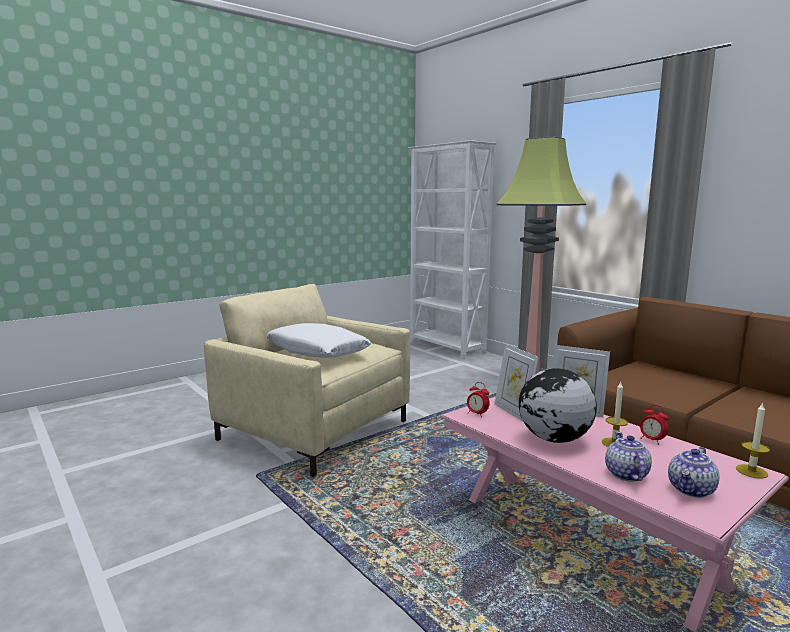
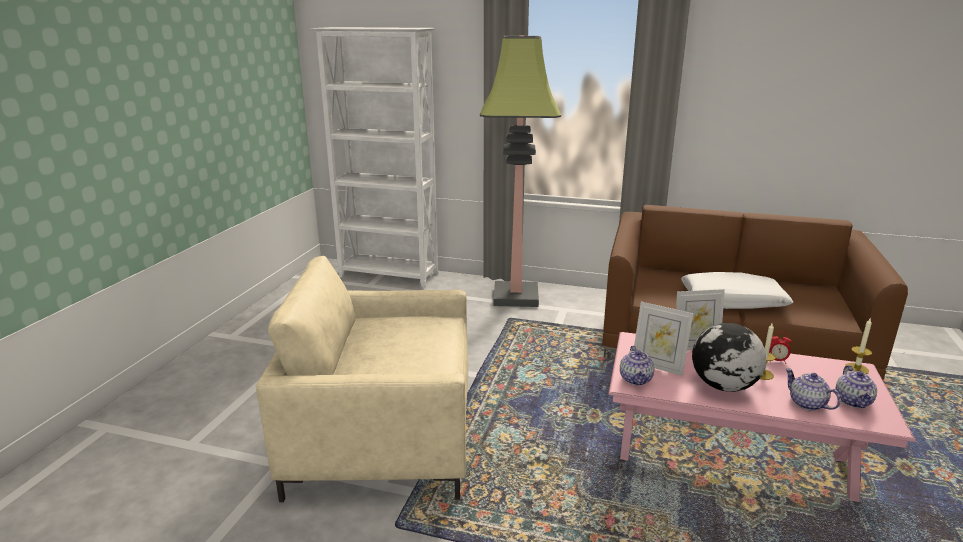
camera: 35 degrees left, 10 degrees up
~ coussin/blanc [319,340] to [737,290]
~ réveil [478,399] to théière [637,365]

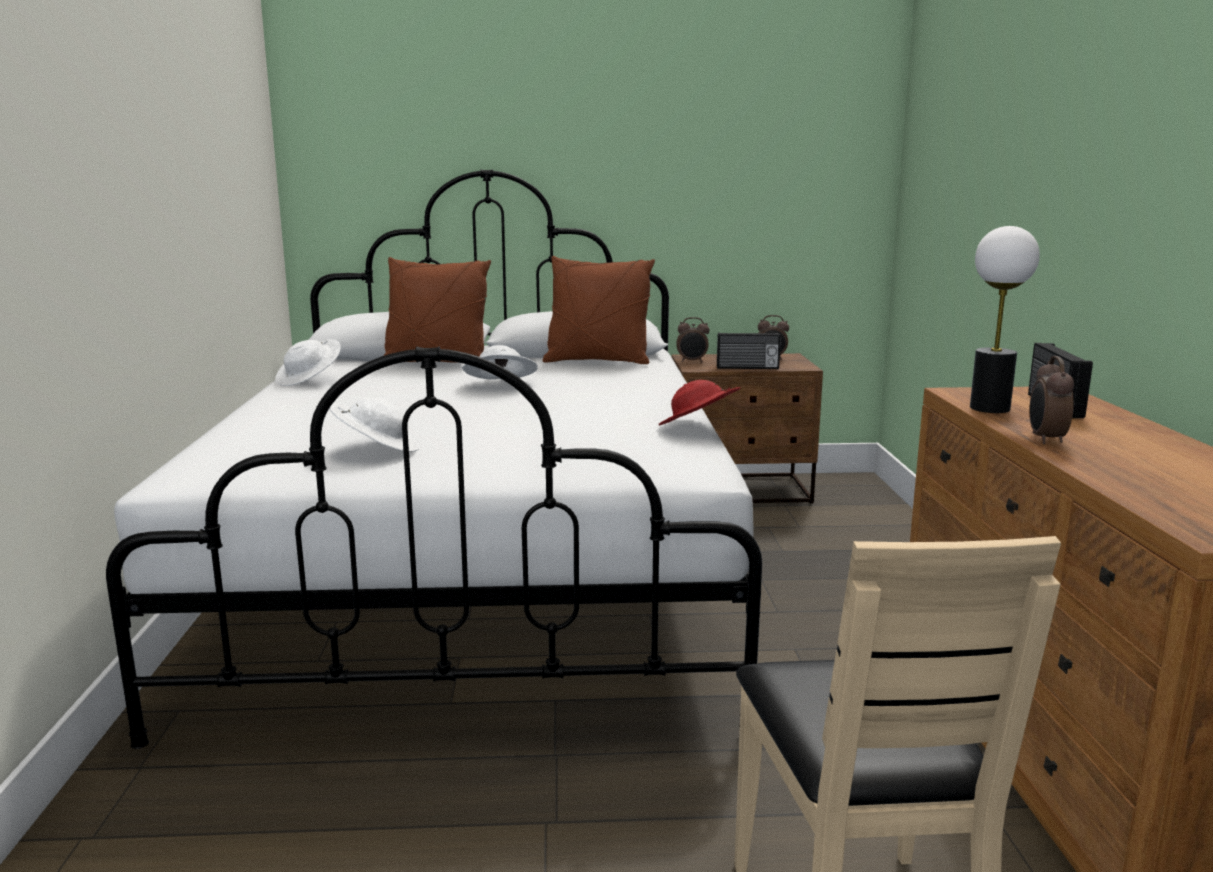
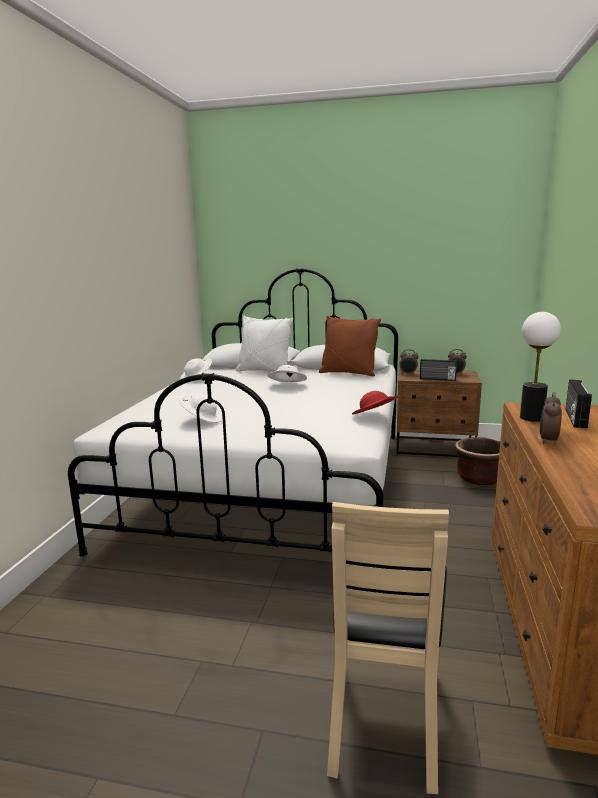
camera: 15 degrees right, 0 degrees up
~ coussin/marron [437,310] to coussin/blanc [264,344]
+ cache-pot/marron [477,461]

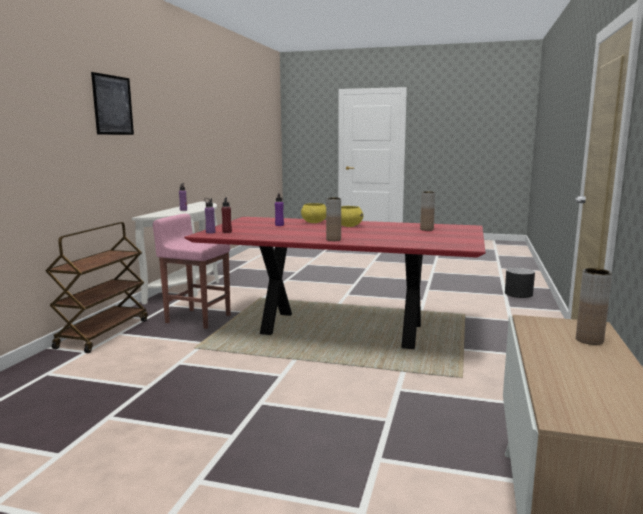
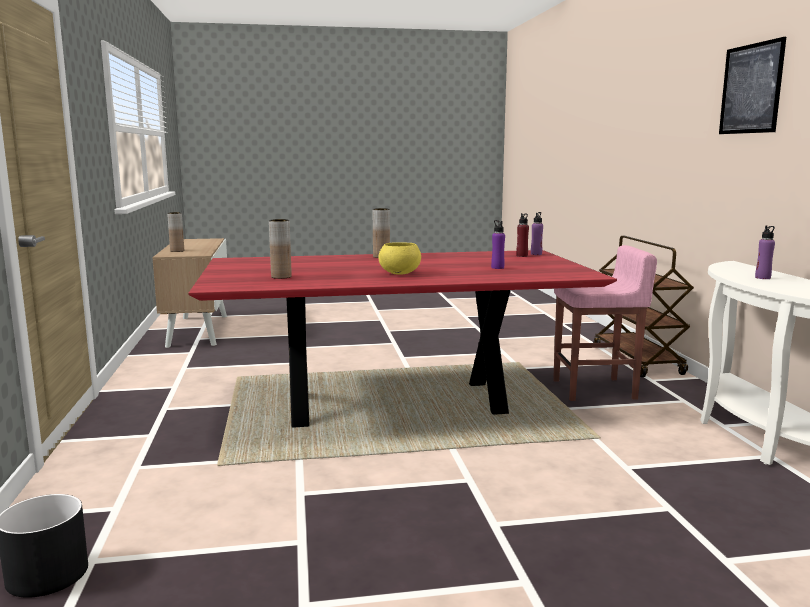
camera: 155 degrees right, 0 degrees up
- bol/jaune [313,213]

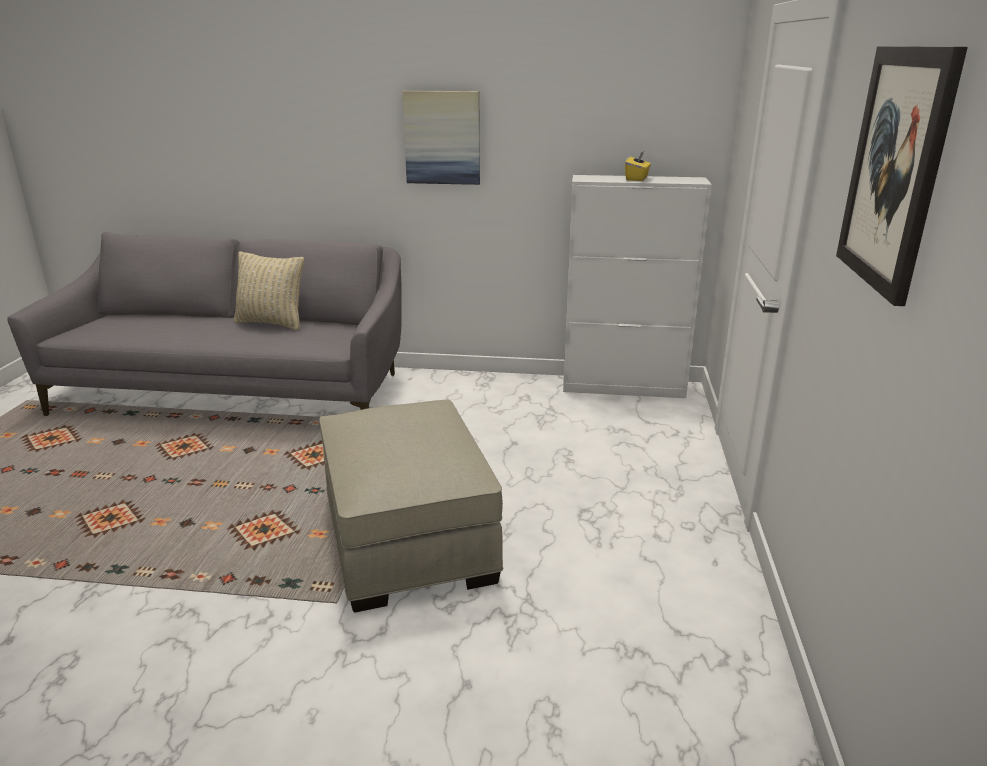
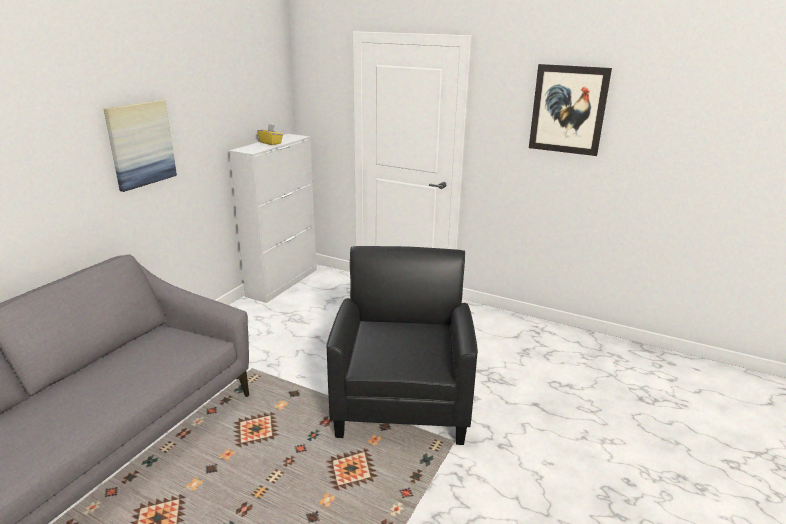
camera: 70 degrees left, 0 degrees up
- coussin/beige [269,291]
~ pouf/beige [411,505] to fauteuil/noir [402,345]

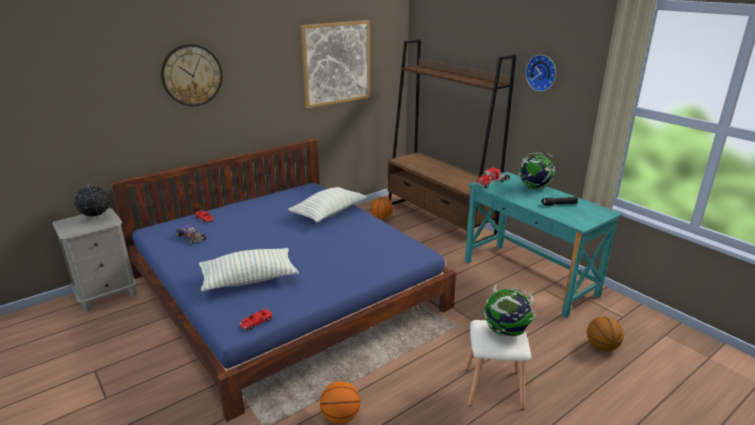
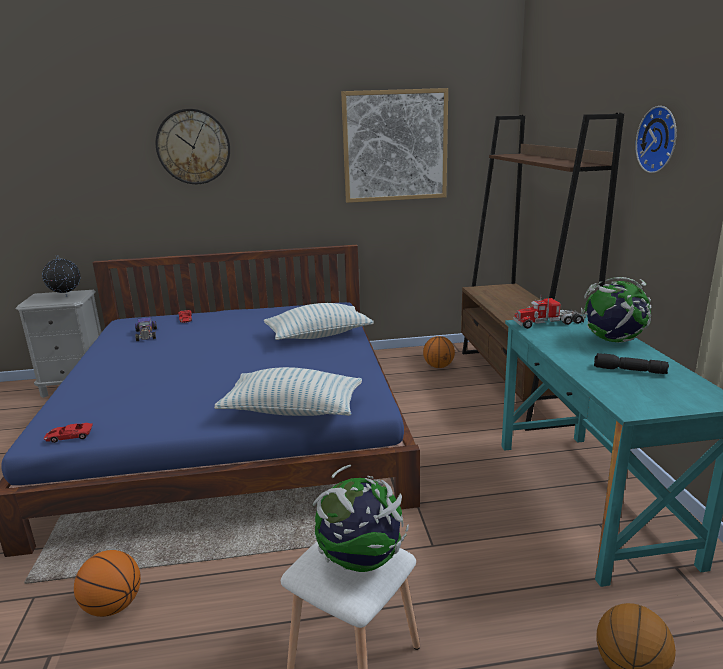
camera: 30 degrees right, 5 degrees down
~ coussin [249,270] to [288,391]

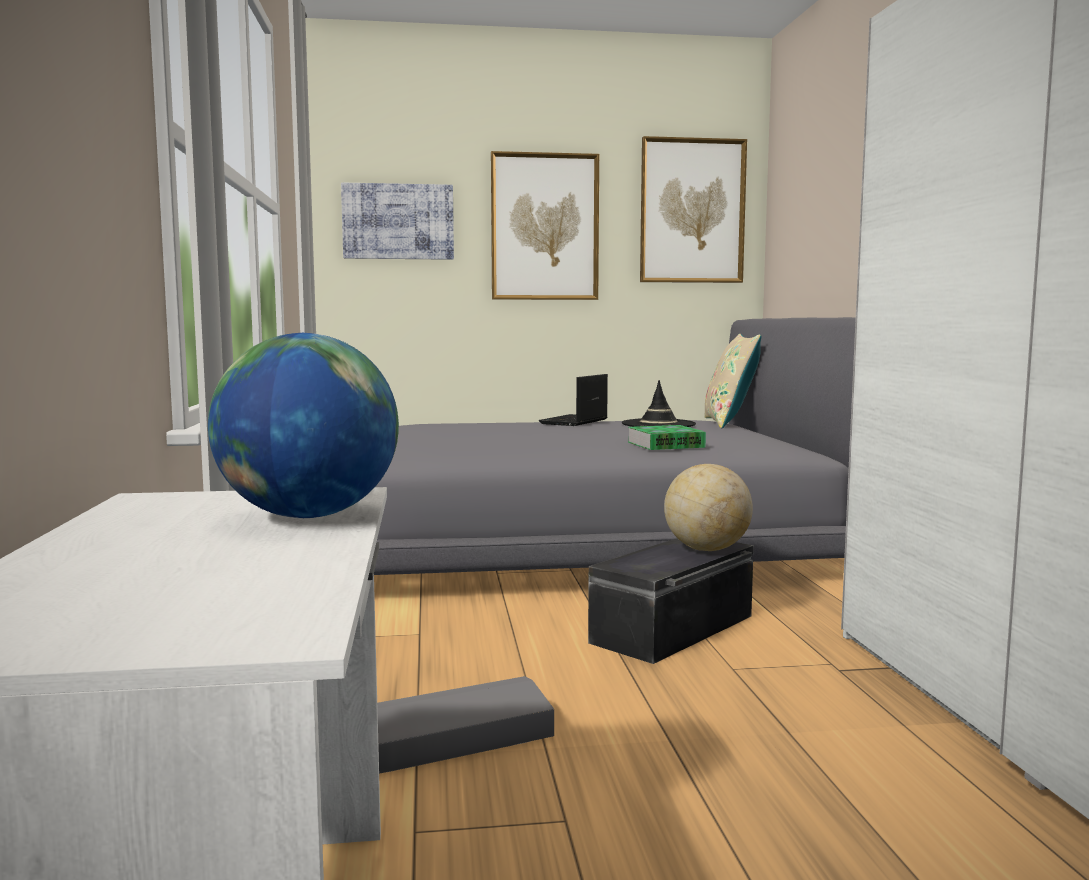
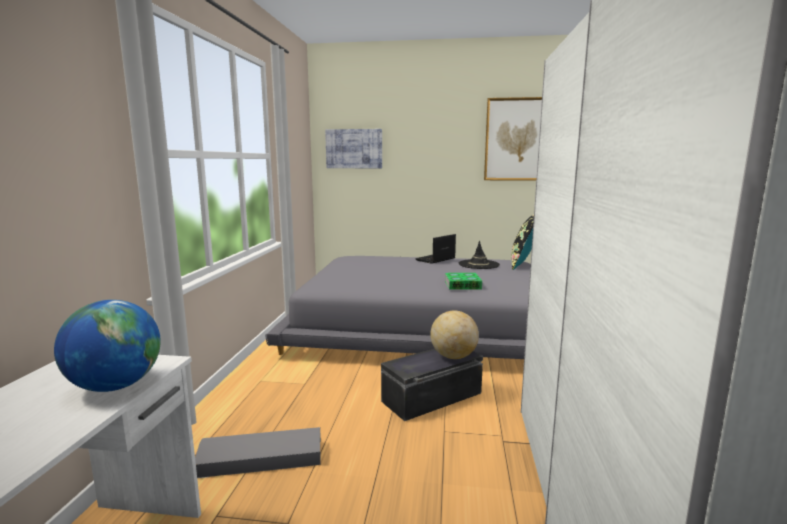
camera: 15 degrees right, 5 degrees up
- tableau [545,225]
~ coussin/beige [733,381] to coussin/noir [522,242]

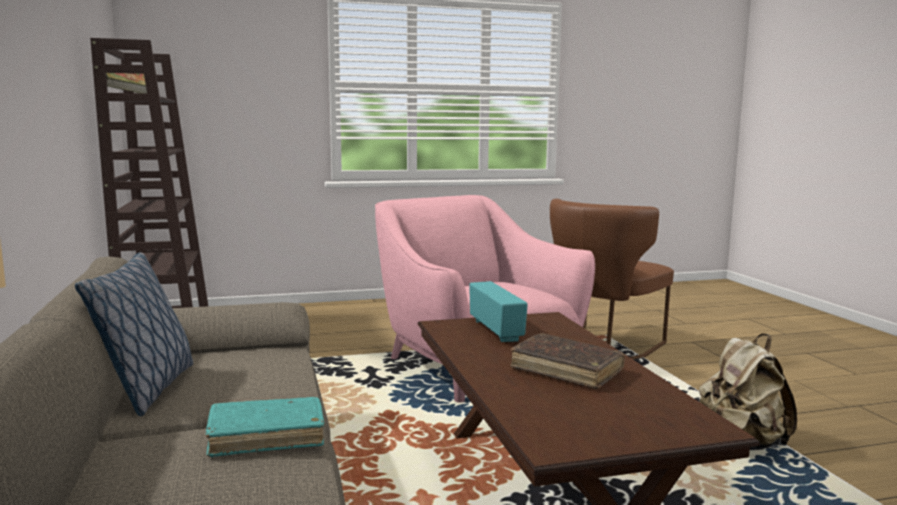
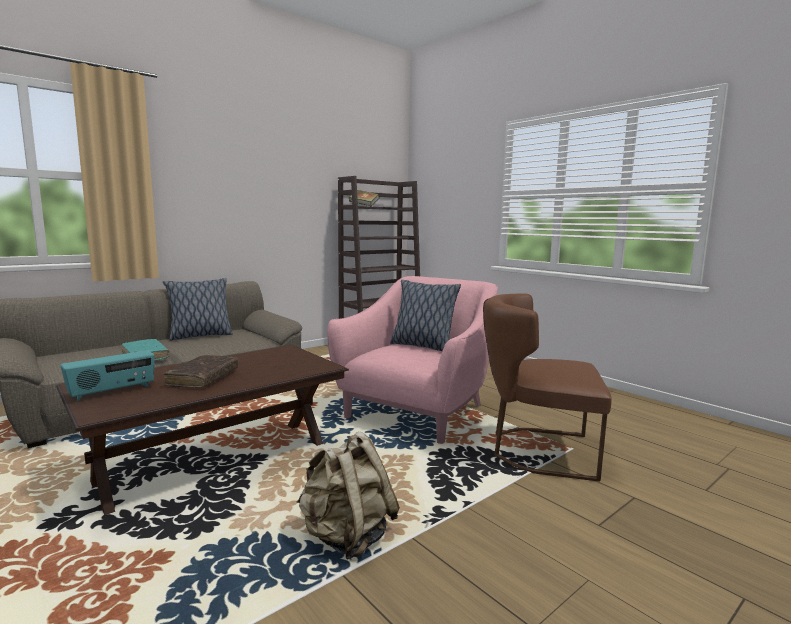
camera: 65 degrees right, 0 degrees up
~ radio [498,311] to [107,375]
+ coussin [425,315]

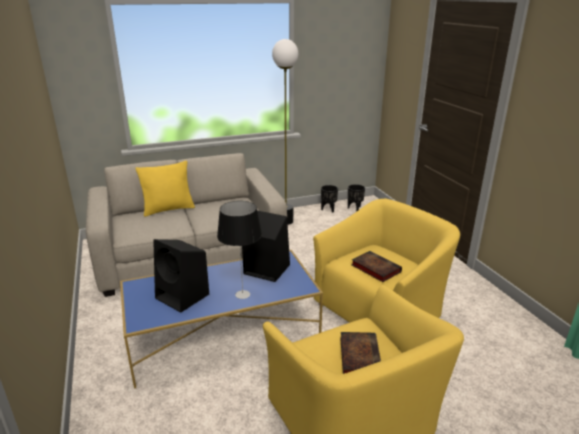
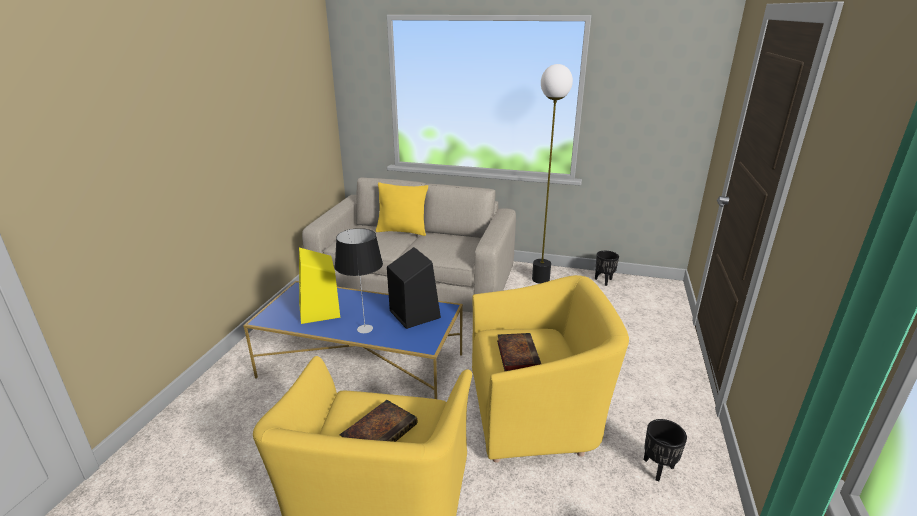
camera: 35 degrees right, 0 degrees up
~ enceinte/noir [181,276] to enceinte/jaune [319,286]
~ cache-pot/noir [356,198] to [665,450]

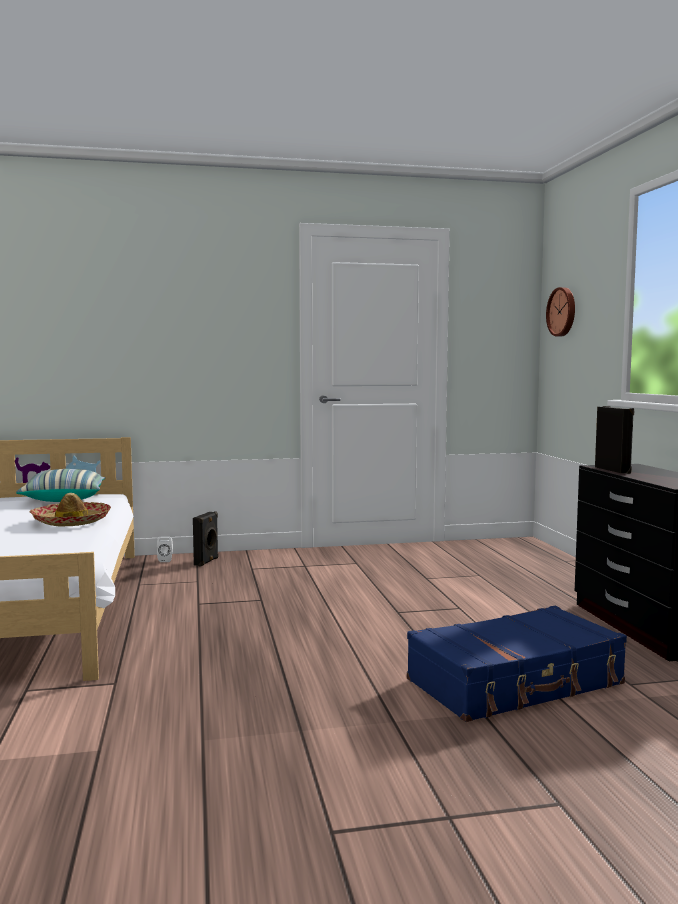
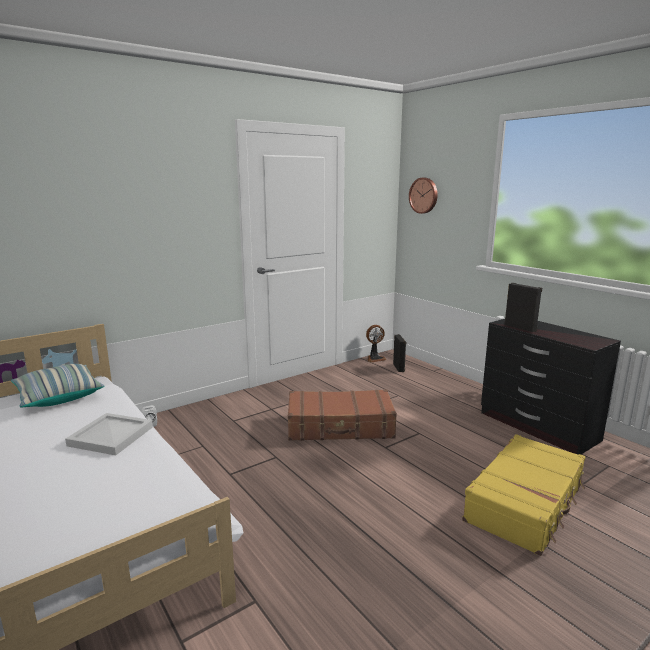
camera: 25 degrees left, 10 degrees up
~ chapeau [70,510] to plateau/blanc [109,434]
~ enceinte/noir [206,539] to [399,353]
~ valise/bleu [517,664] to valise/jaune [523,495]
+ valise/marron [342,415]
+ ventilateur [376,343]

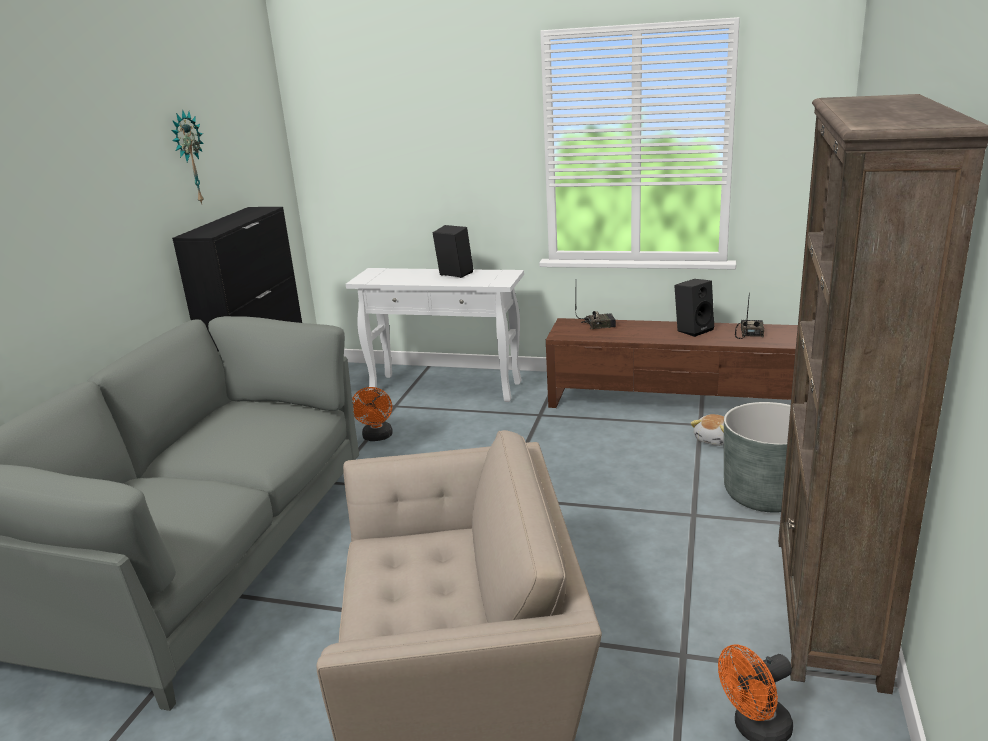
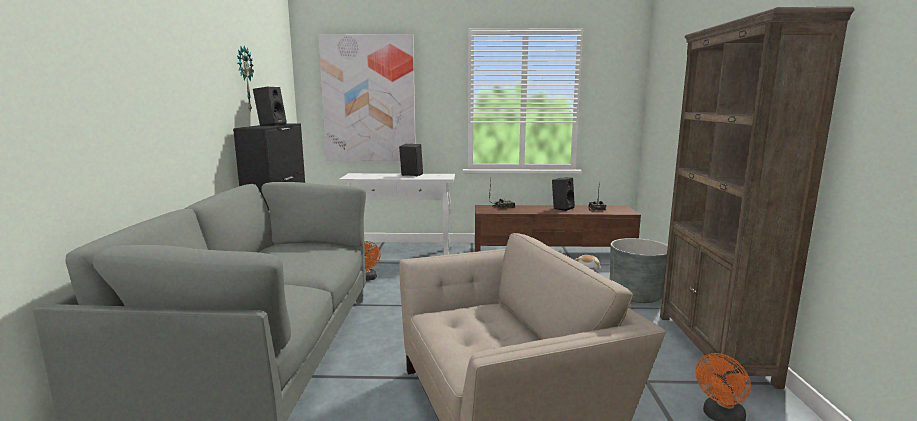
camera: 15 degrees left, 10 degrees down
+ enceinte/noir [270,106]
+ tableau [367,97]

